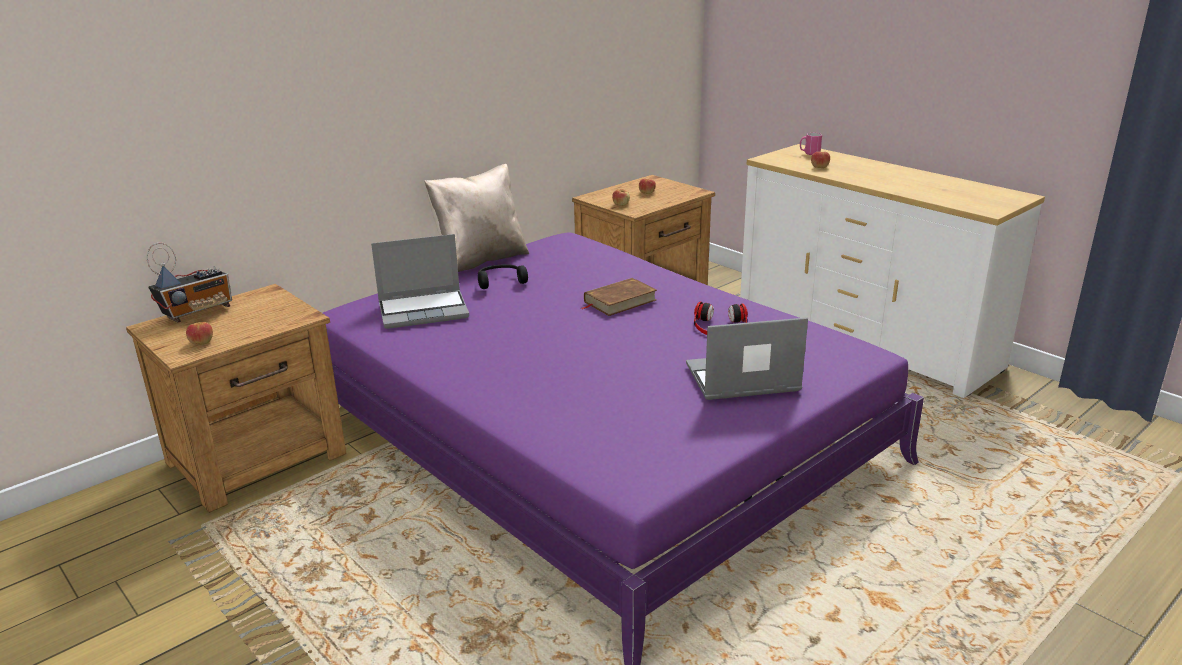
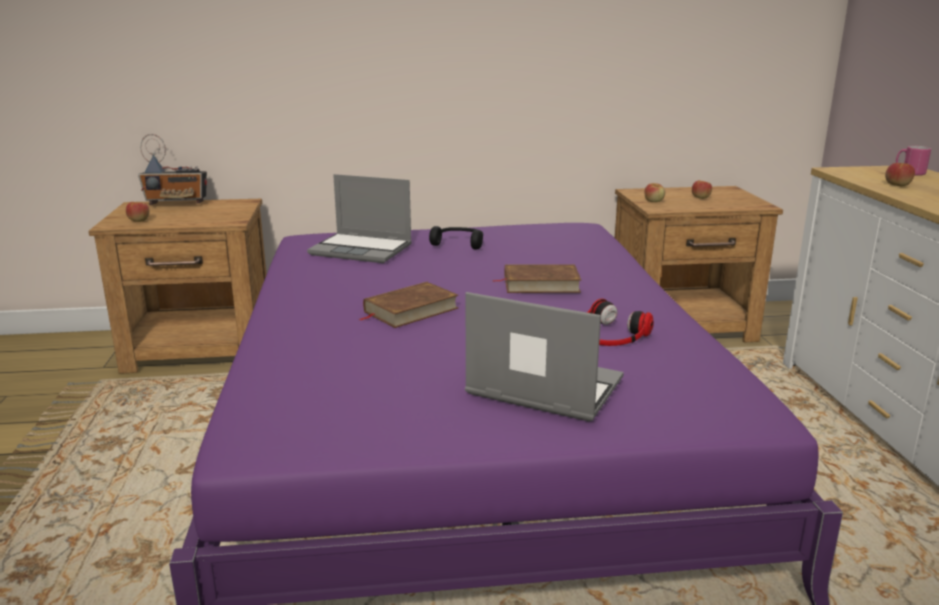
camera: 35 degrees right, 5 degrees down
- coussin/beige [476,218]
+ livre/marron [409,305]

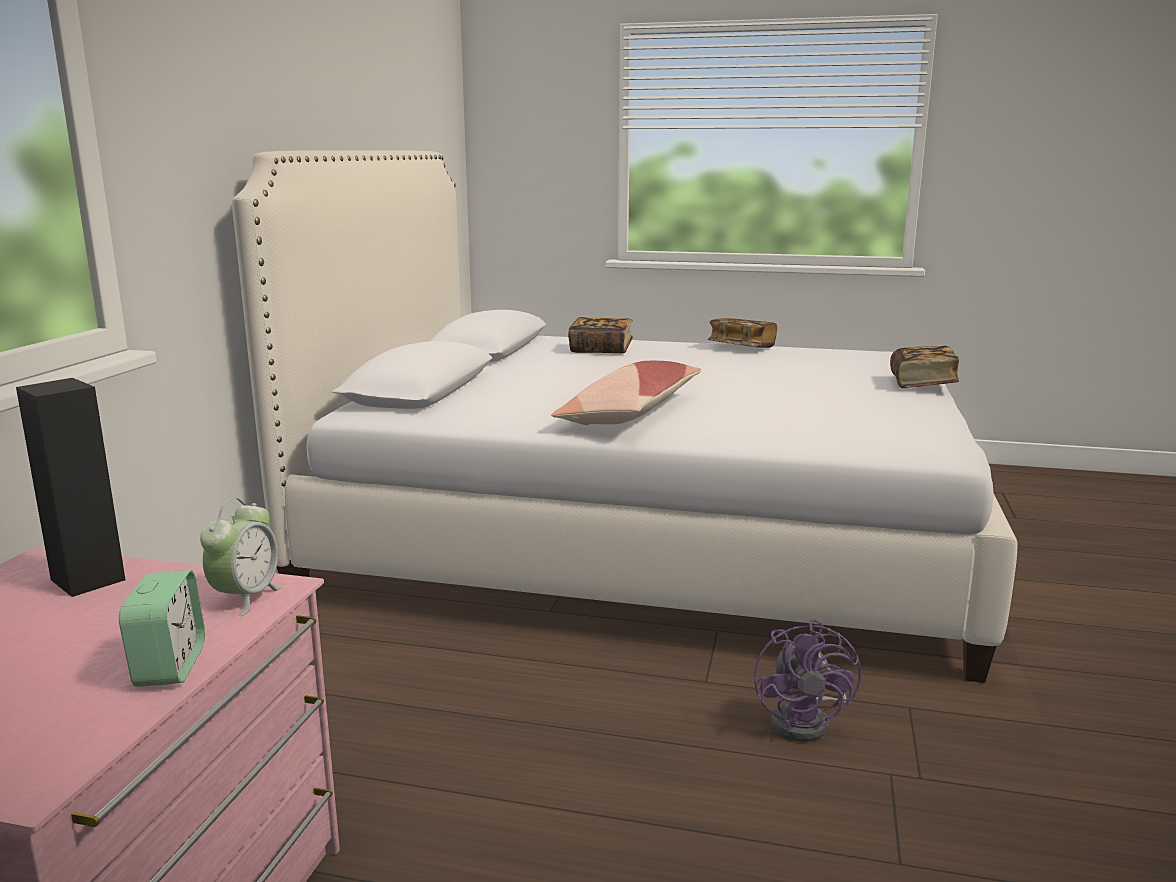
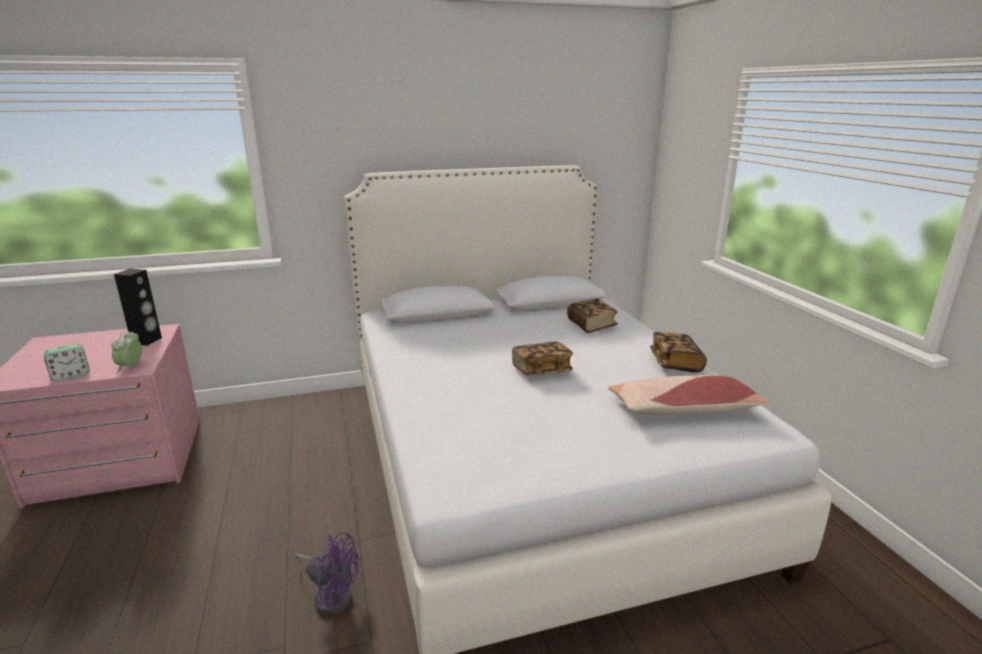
camera: 60 degrees right, 5 degrees up
~ réveil [241,557] = [126,352] 105 degrees clockwise
~ coussin [626,393] to [689,395]
~ ventilateur/violet [807,680] = [326,573] 135 degrees counterclockwise
~ livre [924,367] to [542,358]

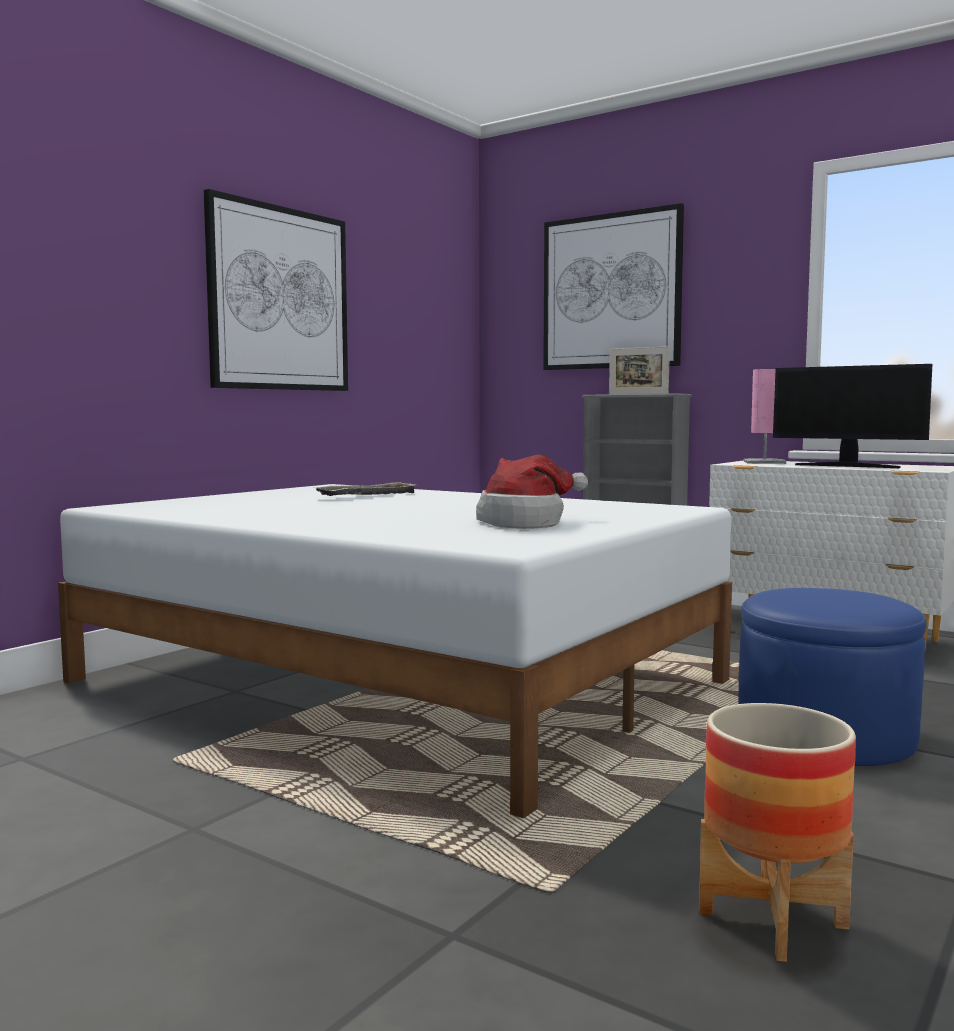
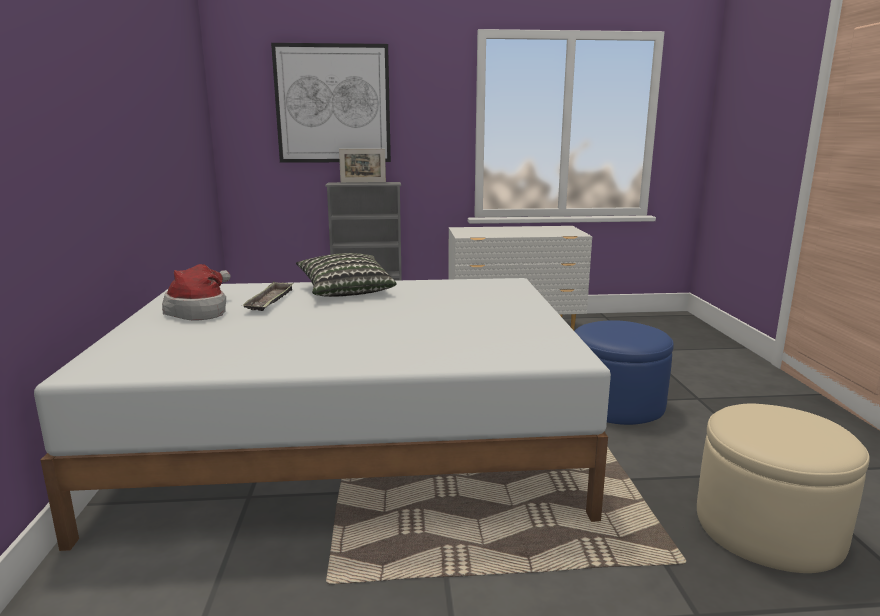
camera: 40 degrees left, 10 degrees up
- tableau [276,290]
~ chapeau [532,492] to [196,292]
~ cache-pot [777,832] to pouf/beige [783,488]
- lampe de table/rose [765,416]
- écran d'ordinateur [852,416]
+ coussin [346,275]

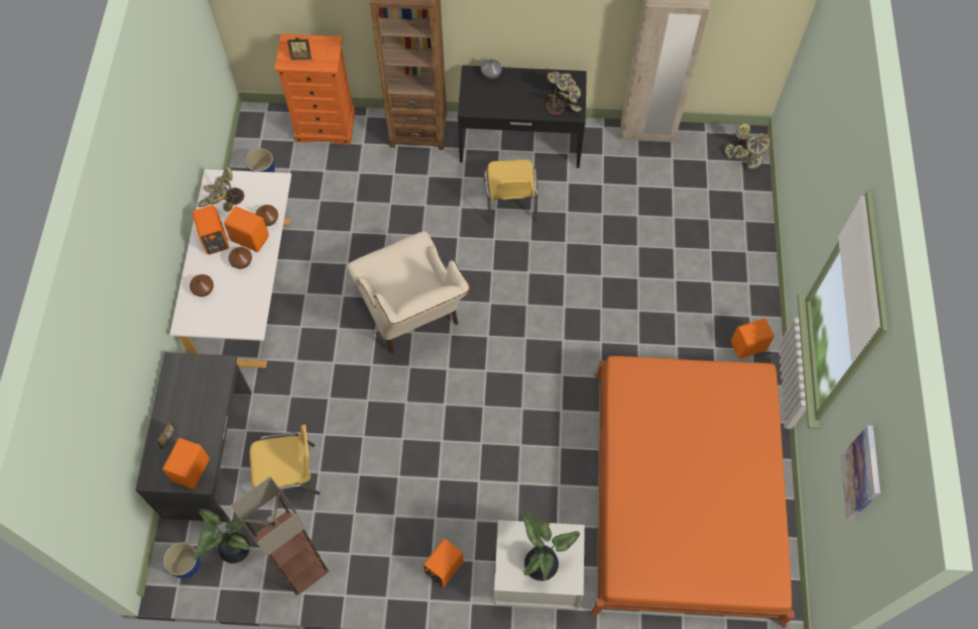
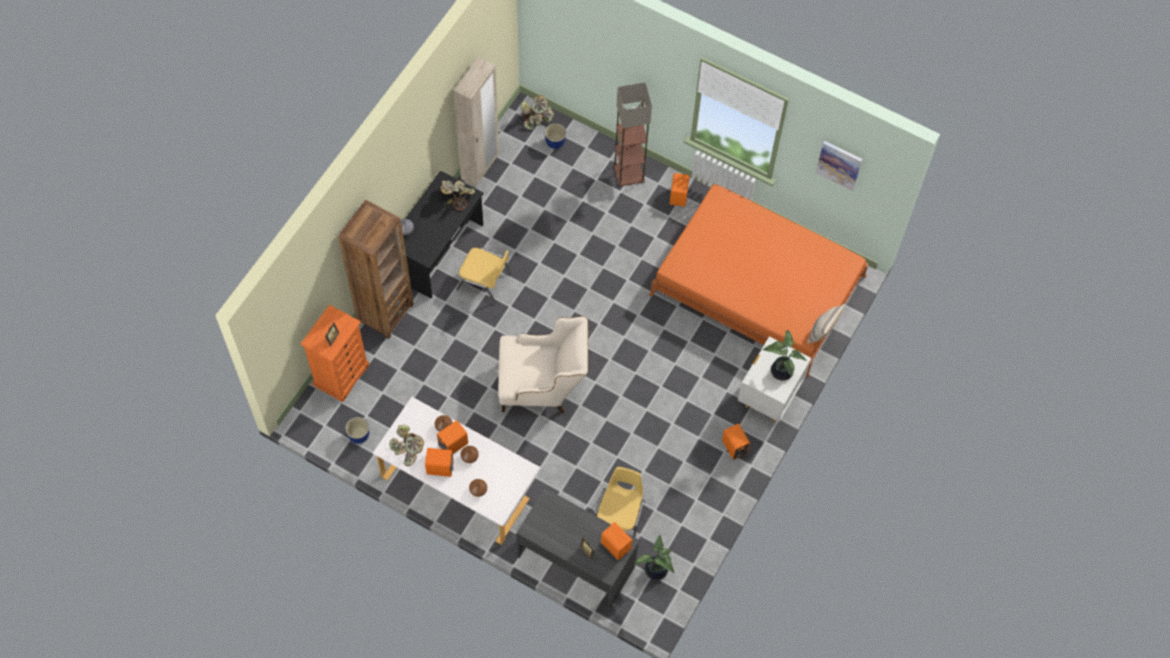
camera: 65 degrees left, 0 degrees up
~ cache-pot [181,560] to [555,136]
~ lampadaire [279,535] to [632,134]
+ coussin [826,324]

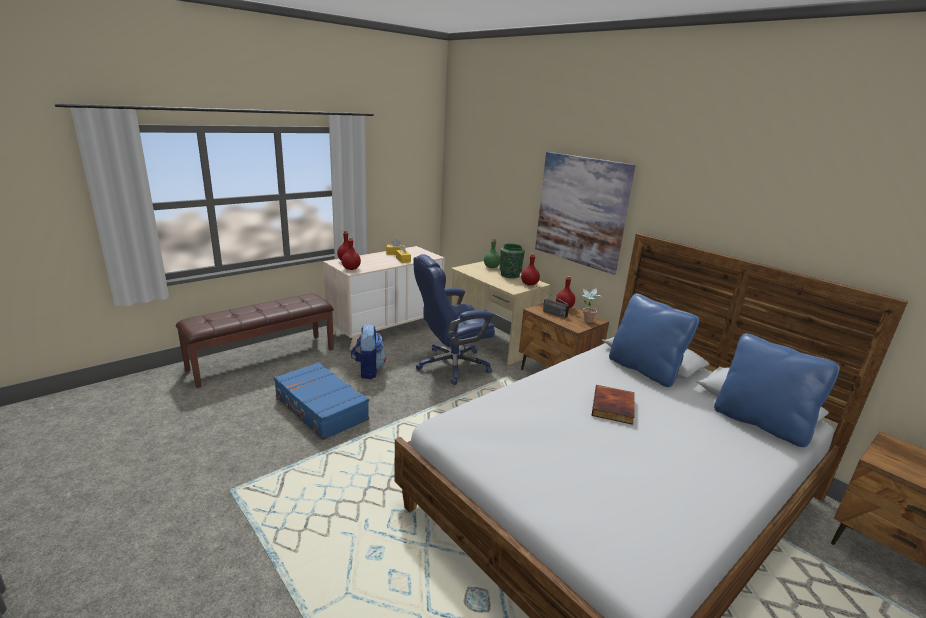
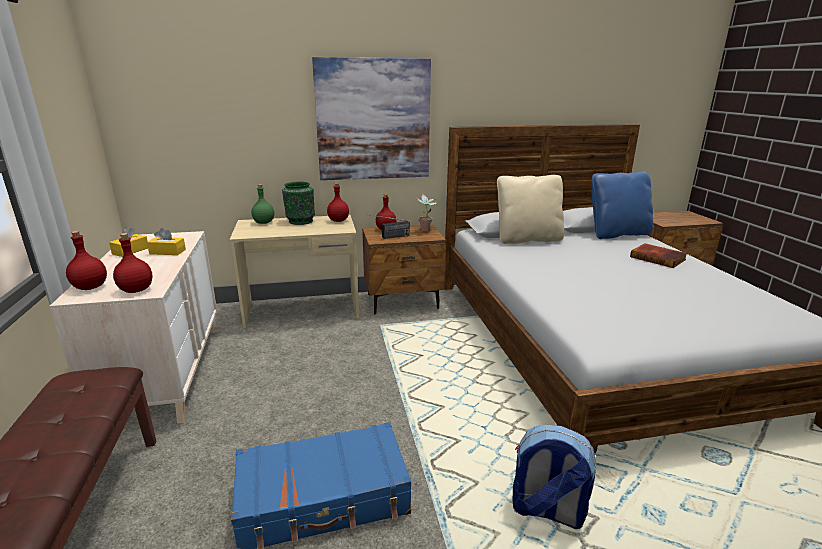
camera: 60 degrees left, 0 degrees up
~ sac à dos [368,351] to [554,477]
- chaise de bureau/bleu [454,319]
~ livre [613,405] to [658,255]
~ coussin/bleu [654,340] to coussin/beige [530,209]

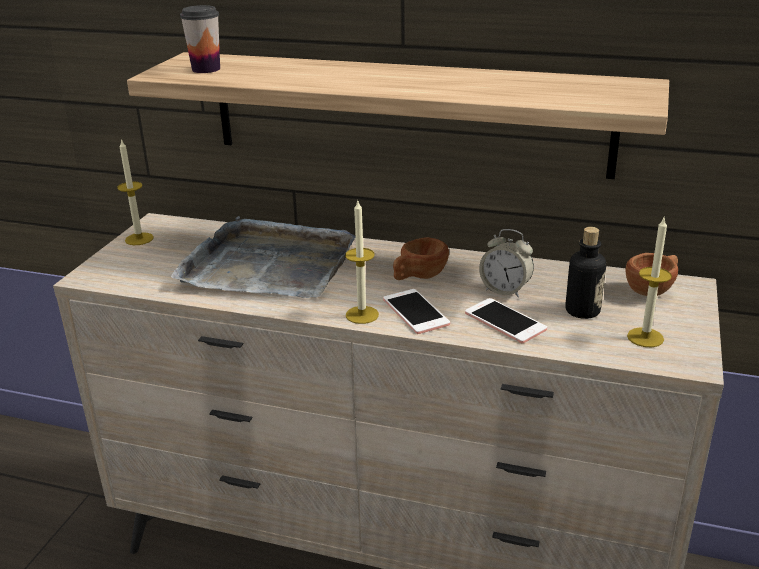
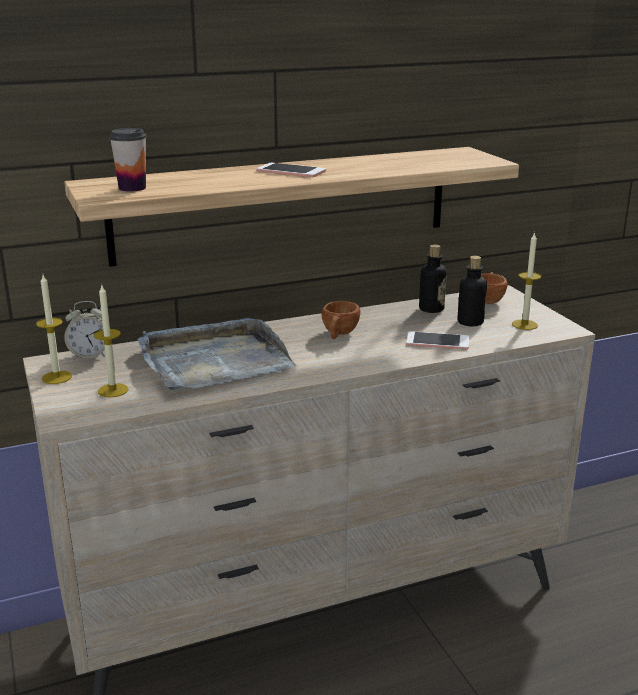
camera: 40 degrees left, 5 degrees down
~ bougie [362,261] to [111,341]
~ téléphone [416,311] to [291,170]
~ réveil [506,263] to [84,330]
+ bouteille [433,279]

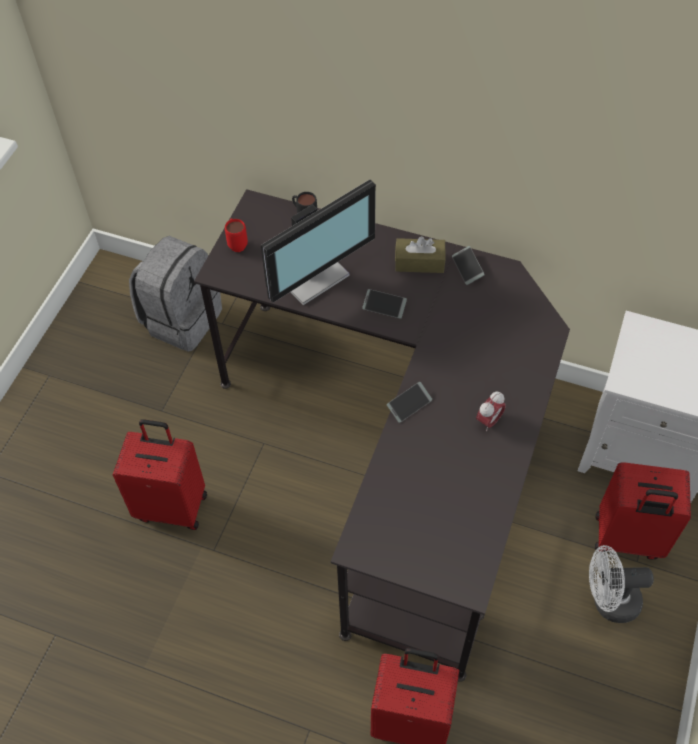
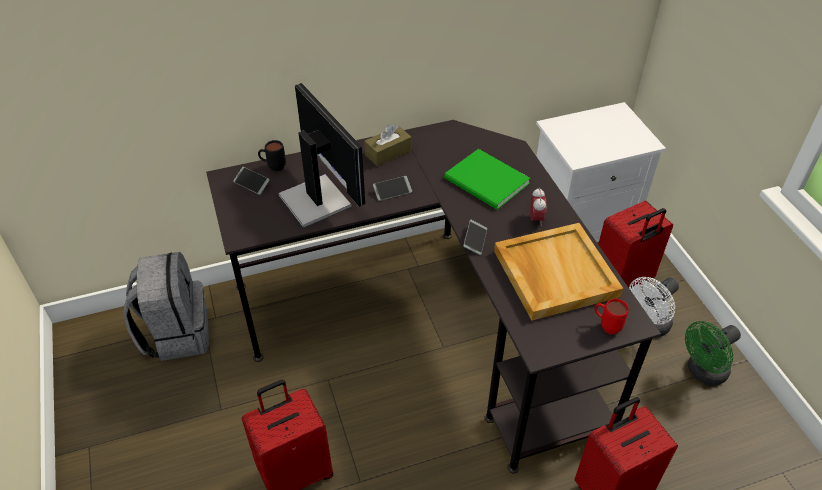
camera: 40 degrees left, 10 degrees down
~ mug/rouge [236,235] to [612,316]
~ écran d'ordinateur [318,242] = [321,155] 45 degrees counterclockwise
~ téléphone [468,265] to [251,181]
+ livre/vert [487,179]
+ plateau/beige [558,272]
+ ventilateur/vert [713,353]

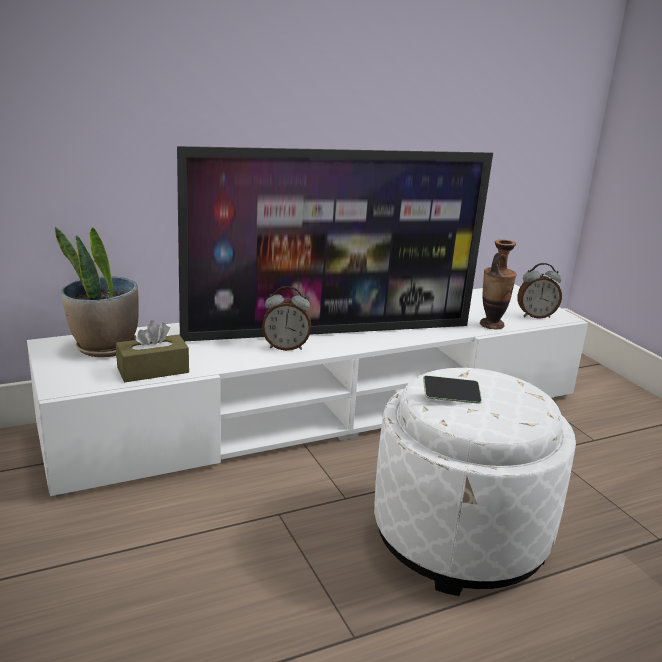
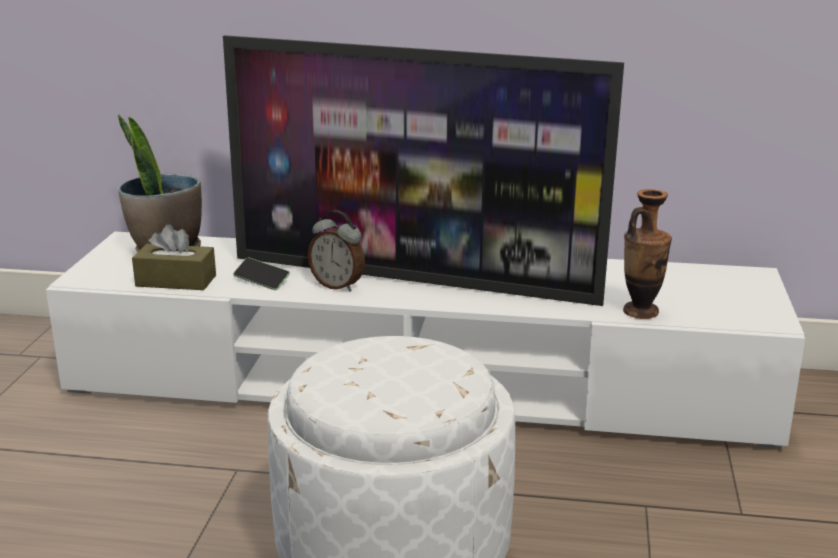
camera: 35 degrees right, 0 degrees up
~ téléphone [452,389] to [261,274]
- réveil [539,291]

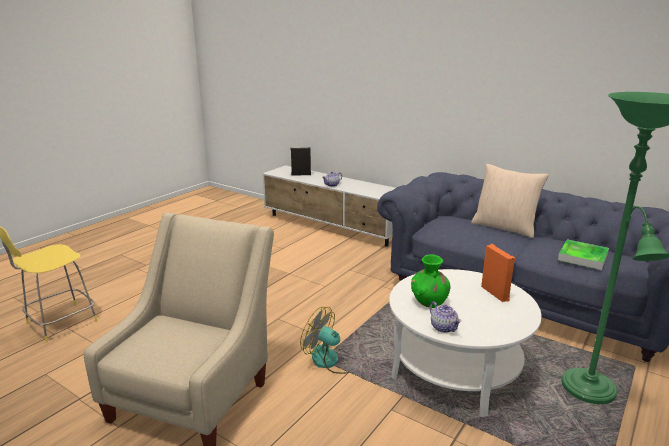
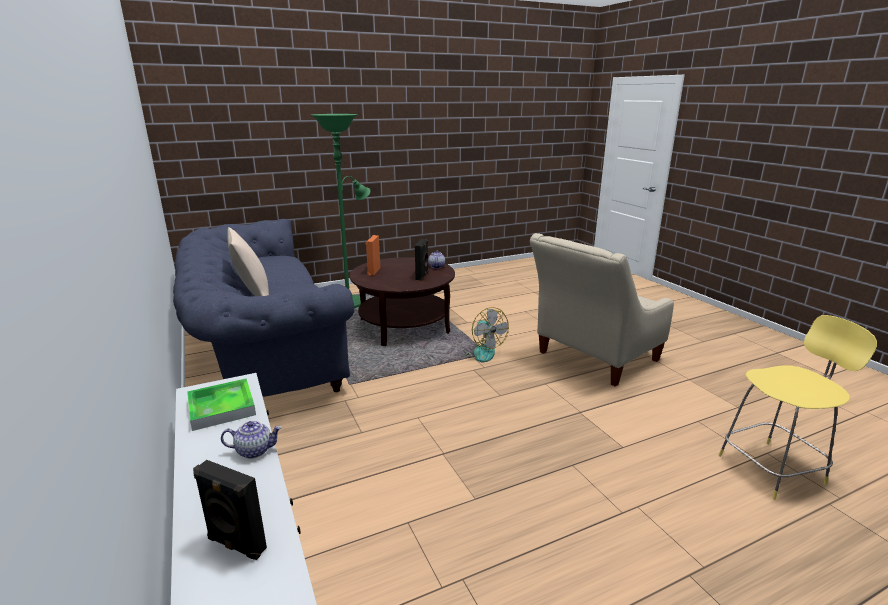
camera: 150 degrees left, 0 degrees up
~ table basse/blanc [465,343] to table basse/marron [402,301]
~ vase/vert [431,281] to enceinte/noir [421,260]
~ plateau [583,254] to [221,405]

